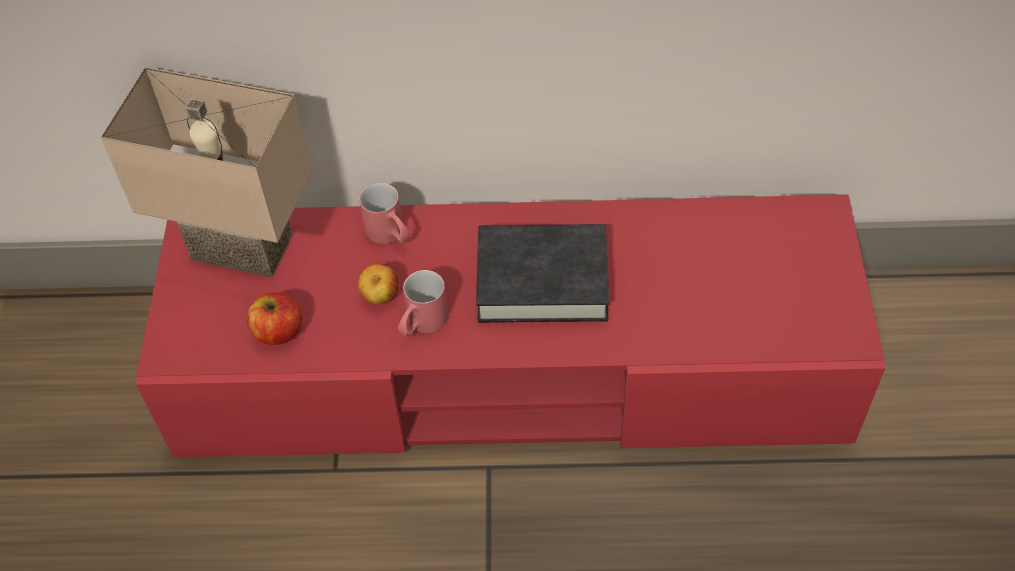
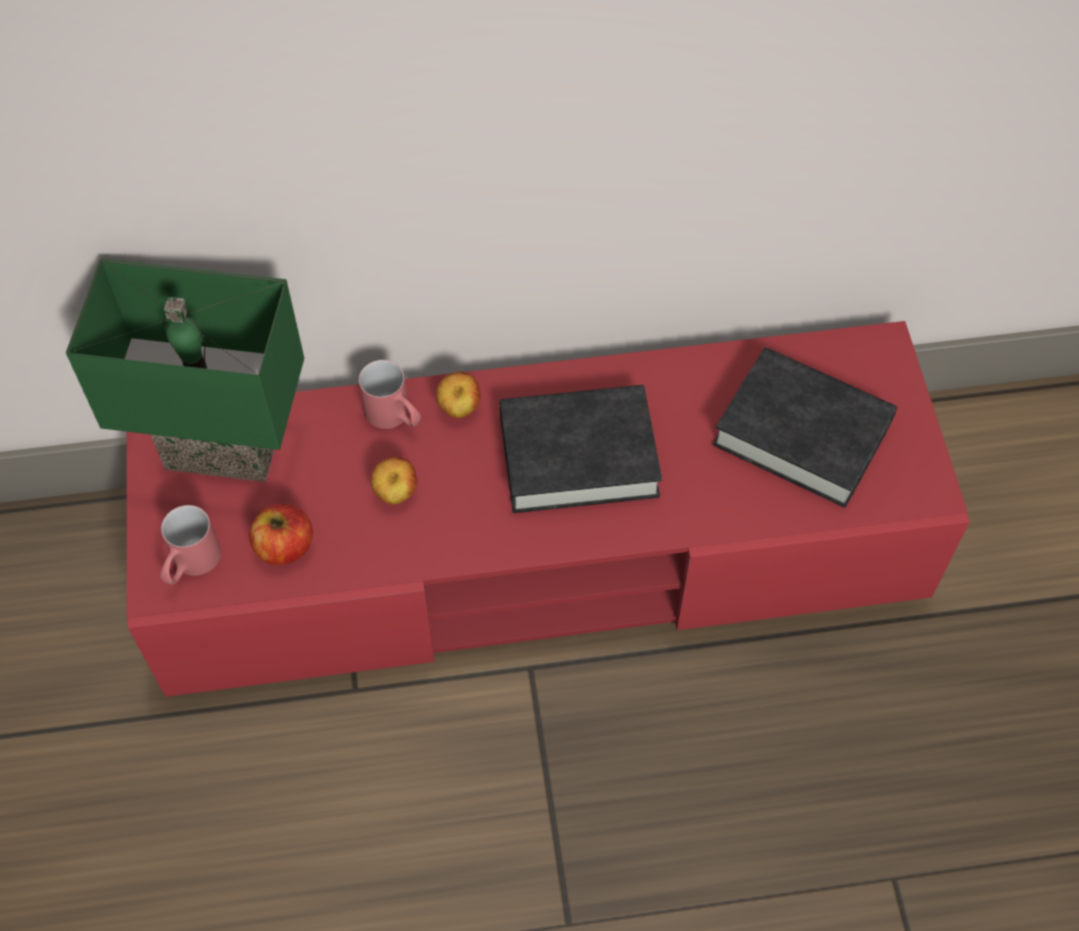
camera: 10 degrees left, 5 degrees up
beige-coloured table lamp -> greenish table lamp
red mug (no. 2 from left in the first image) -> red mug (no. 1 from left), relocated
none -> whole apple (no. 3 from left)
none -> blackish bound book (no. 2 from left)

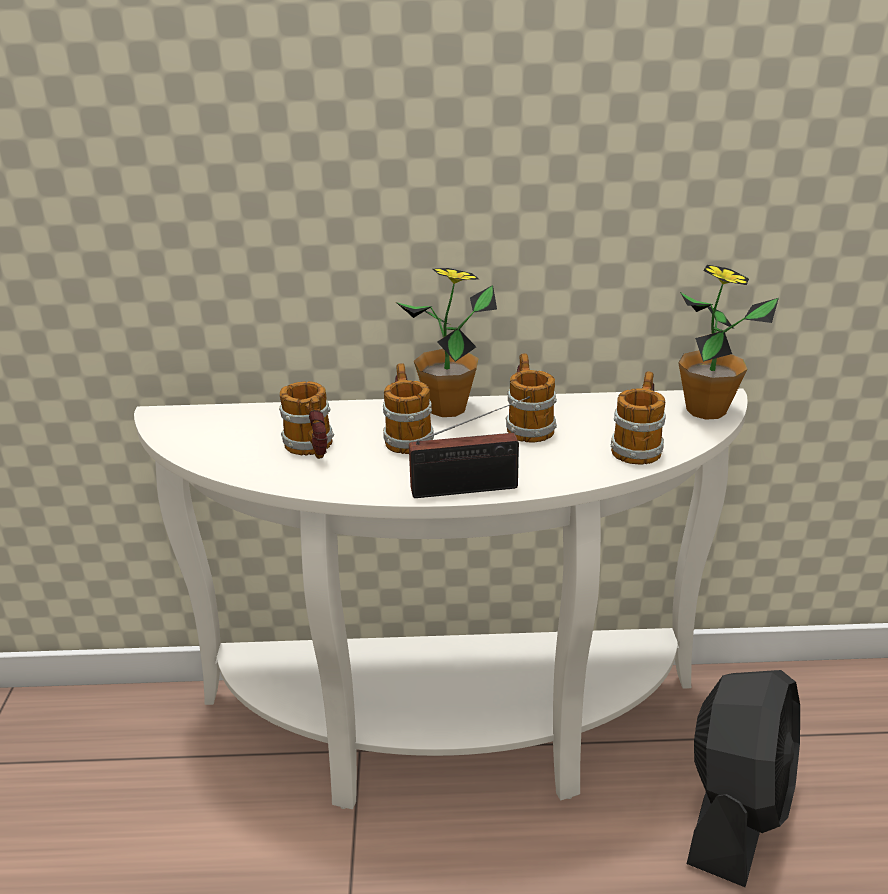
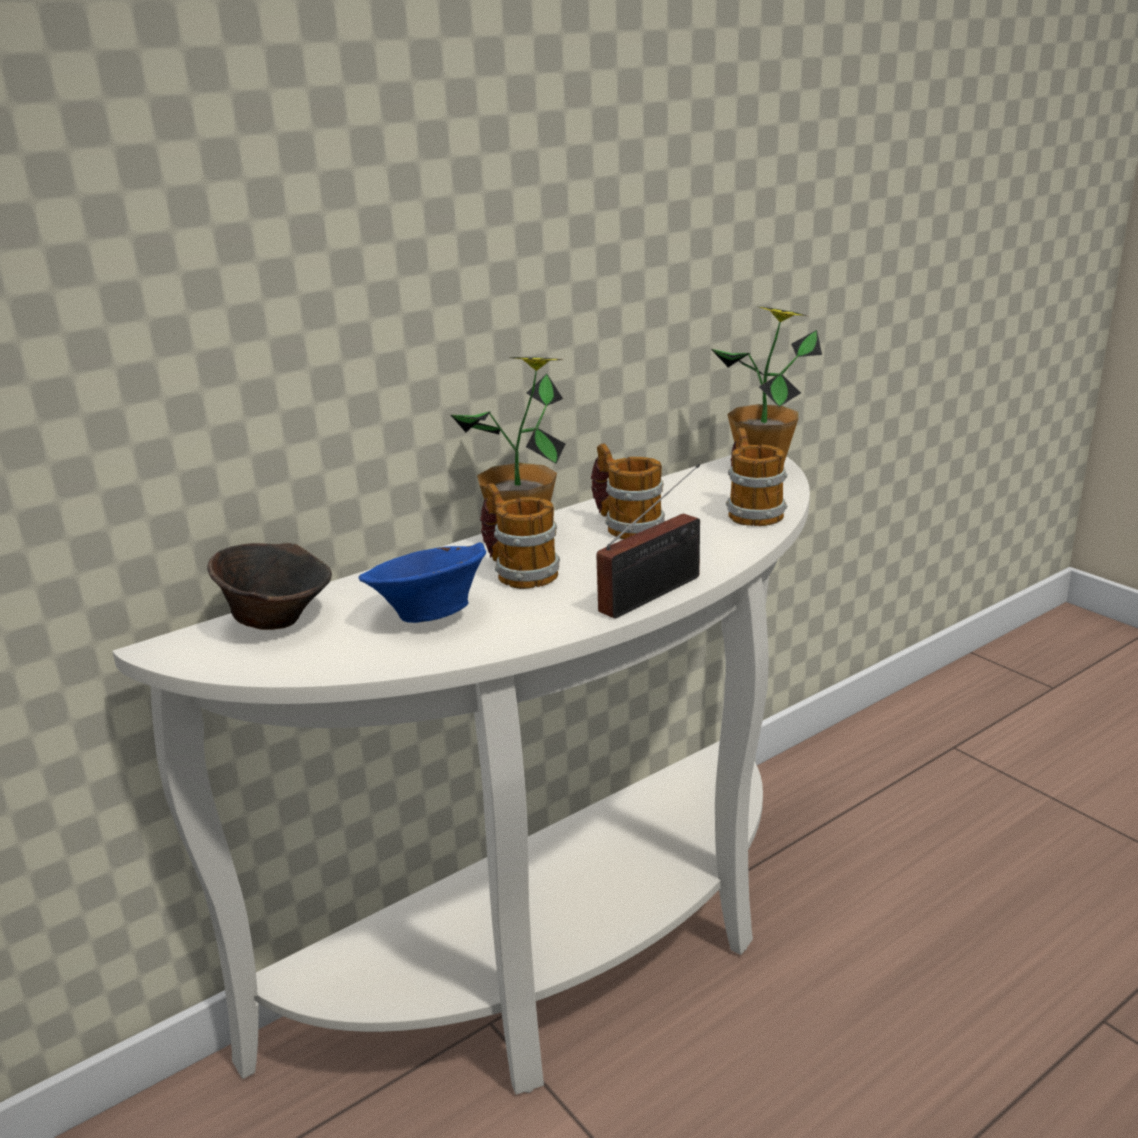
camera: 35 degrees left, 5 degrees down
mug (no. 1 from left) -> blue bowl
blackish fan -> none
none -> brownish bowl

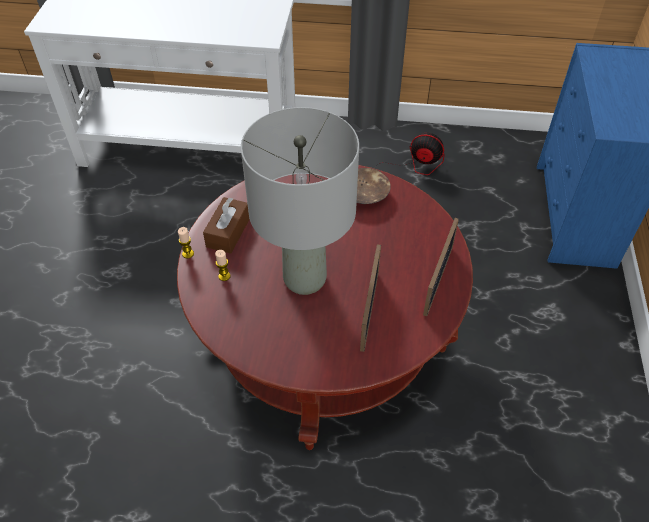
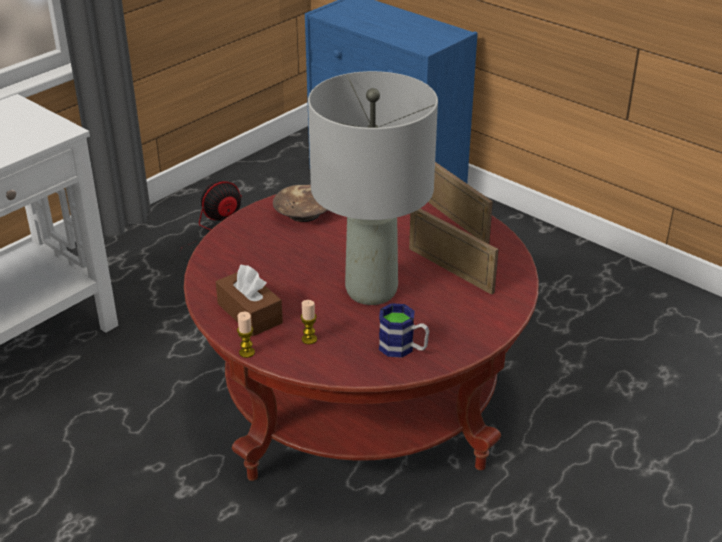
camera: 55 degrees left, 15 degrees down
none -> mug

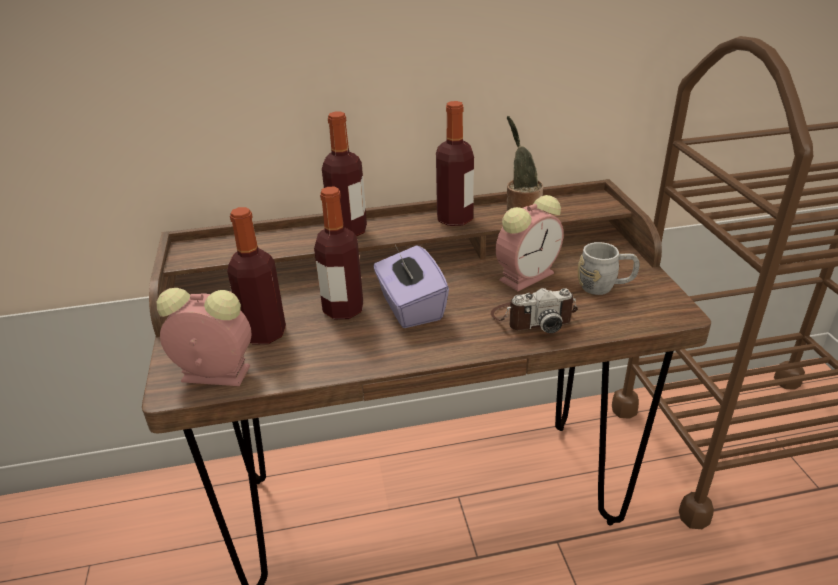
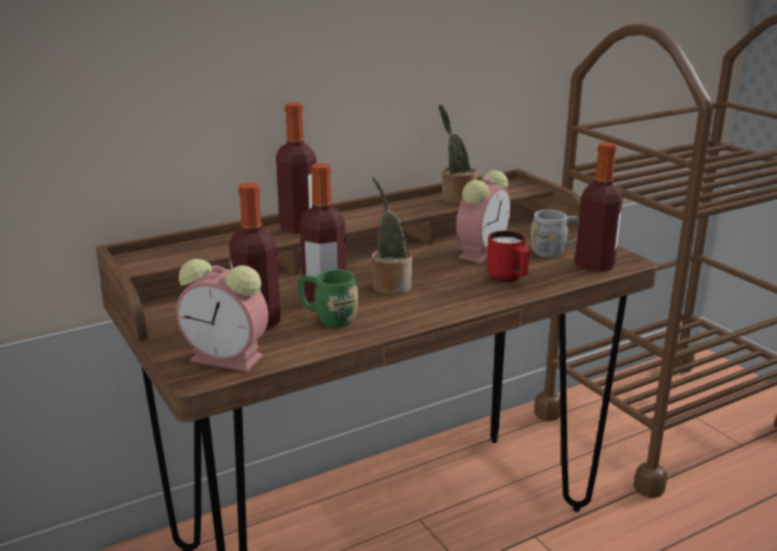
camera: 20 degrees left, 10 degrees down
table clock (no. 1 from left), 150 degrees counterclockwise
purple-coloured tissue box -> potted plant (no. 1 from left)
beverage bottle (no. 4 from left), relocated
photo camera -> red mug
none -> greenish mug

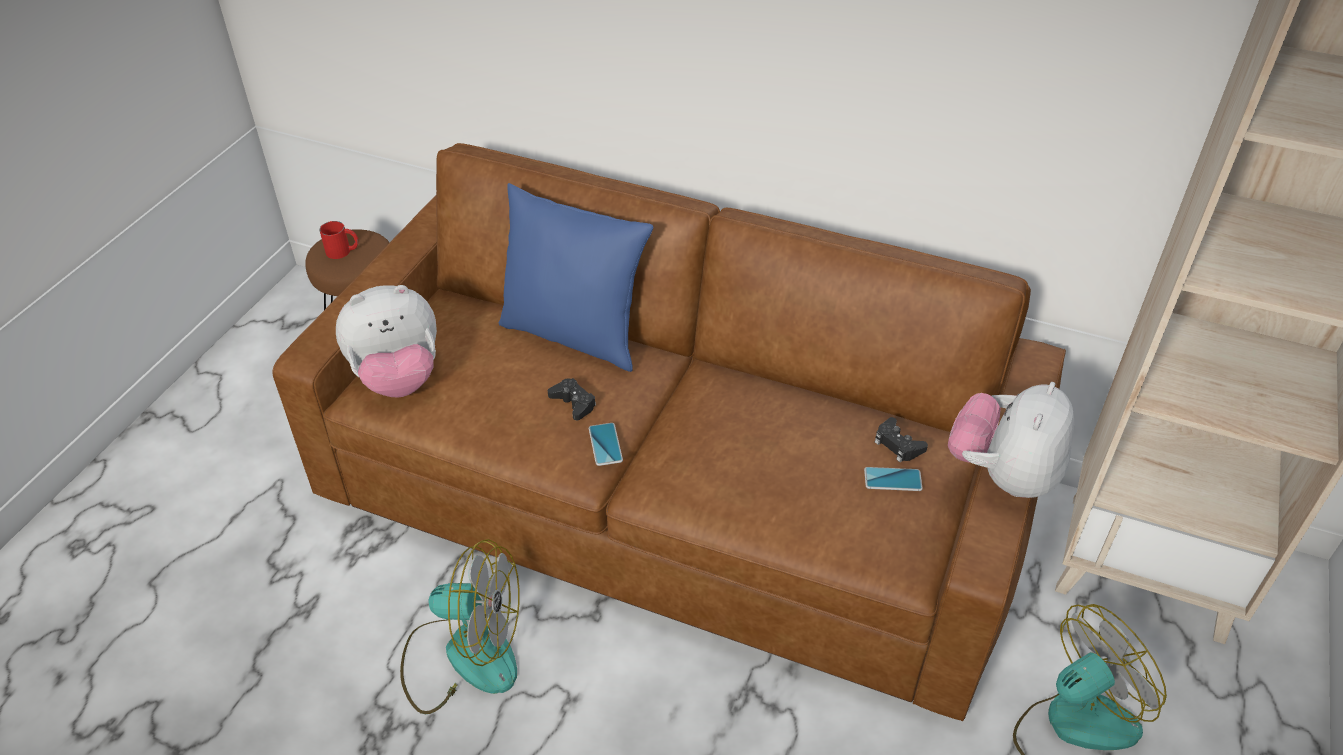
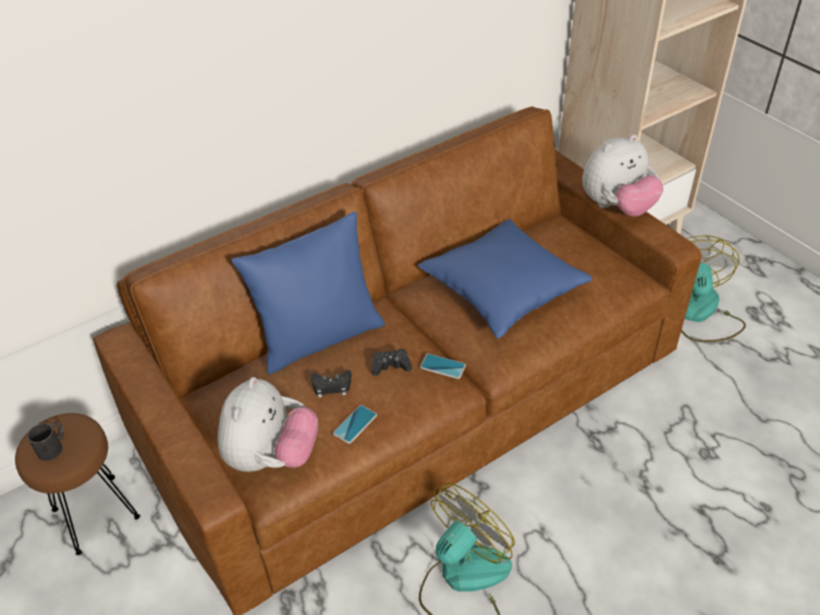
camera: 55 degrees left, 0 degrees up
red mug -> blackish mug
telephone (no. 2 from left in the first image) -> telephone (no. 1 from left), relocated
blackish joypad (no. 2 from left in the first image) -> blackish joypad (no. 1 from left), relocated
soft toy (no. 2 from left), 90 degrees counterclockwise
none -> blue pillow (no. 2 from left)

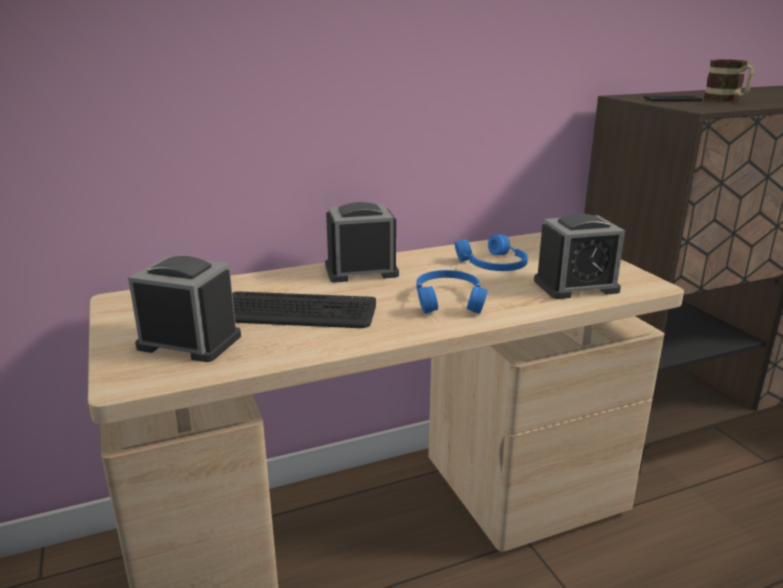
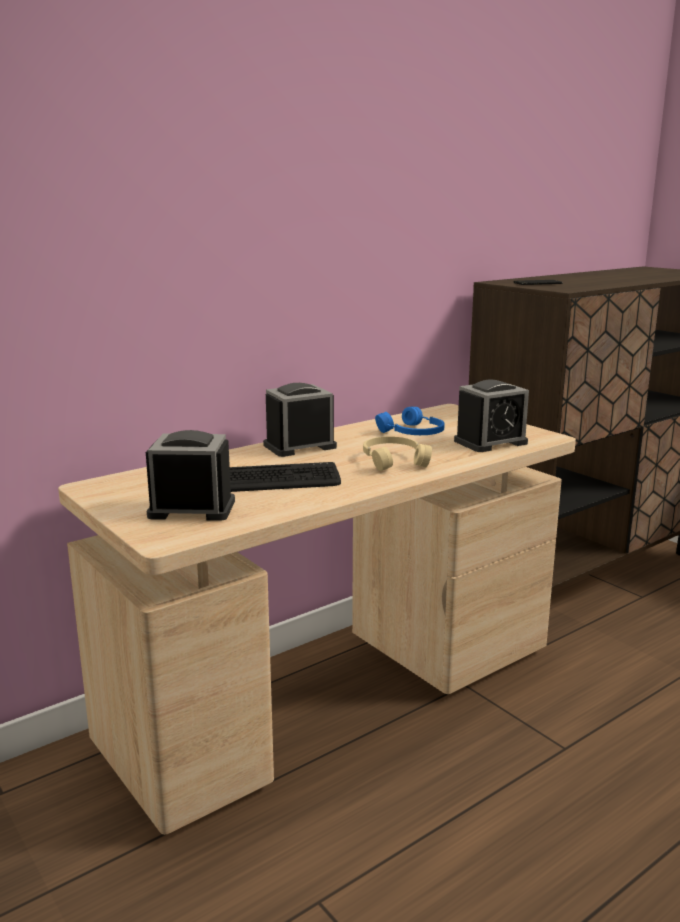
camera: 15 degrees left, 5 degrees down
blue pair of headphones (no. 1 from left) -> beige-coloured pair of headphones
mug -> none

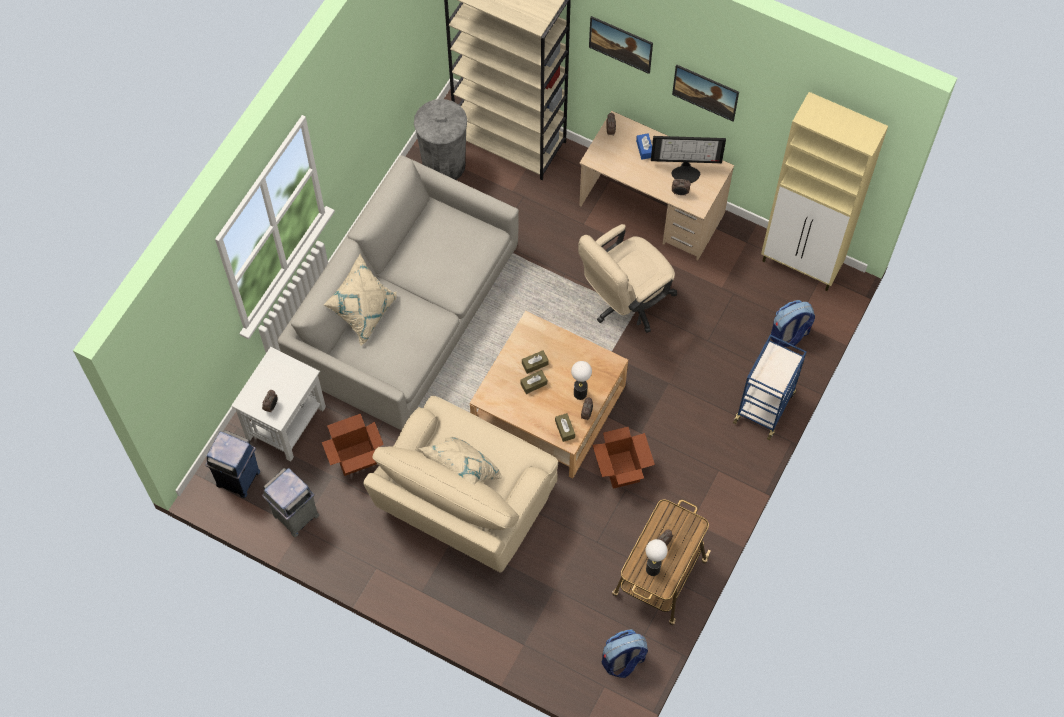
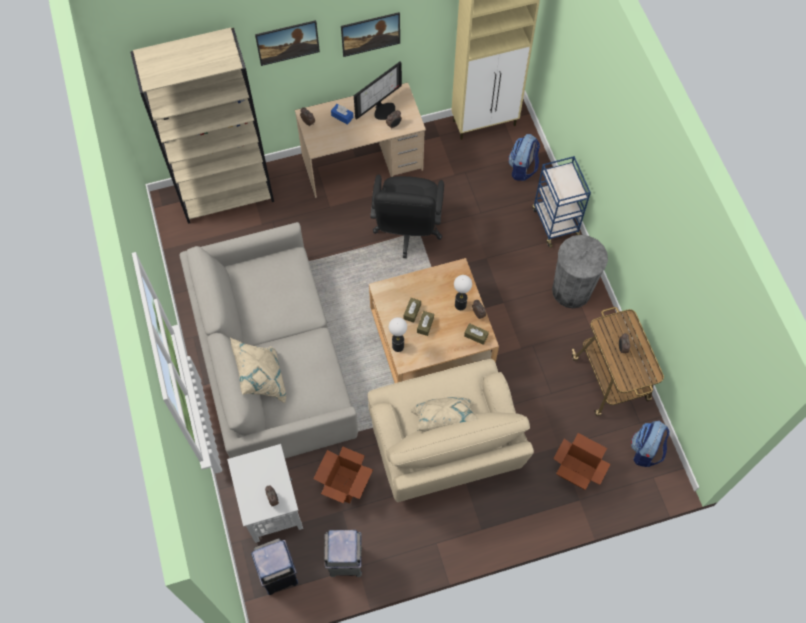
camera: 45 degrees left, 0 degrees up
grey waste bin (no. 2 from left), relocated
beige-coloured office chair -> blackish office chair
carton (no. 2 from left), relocated
table lamp (no. 2 from left in the first image) -> table lamp (no. 1 from left), relocated

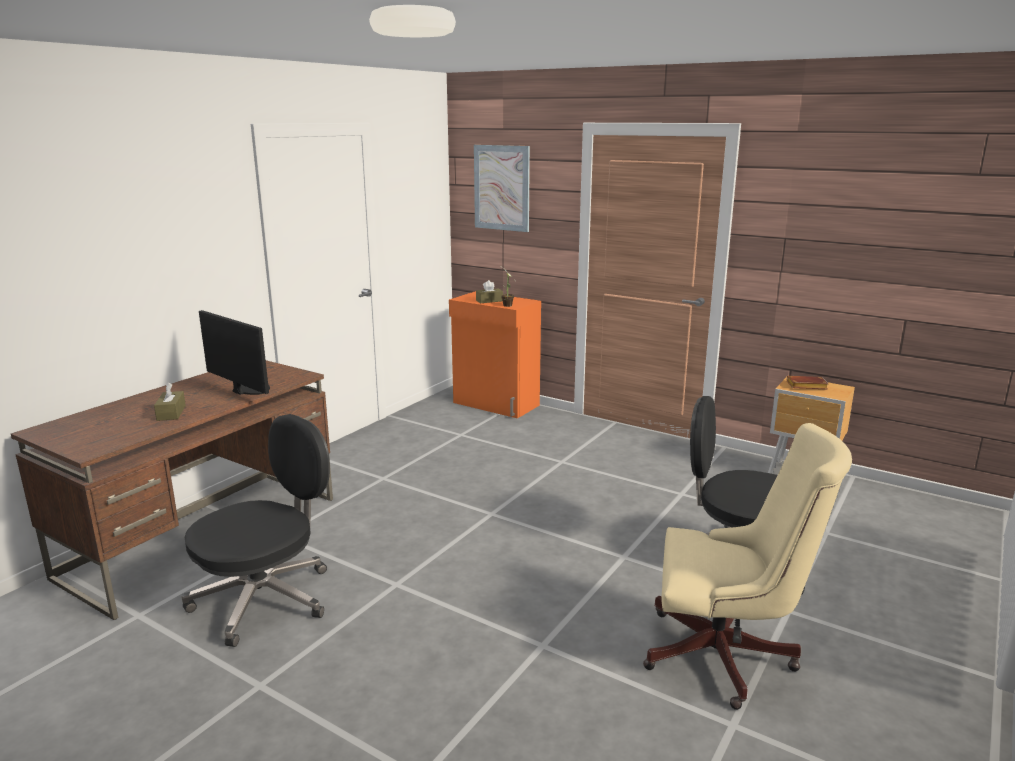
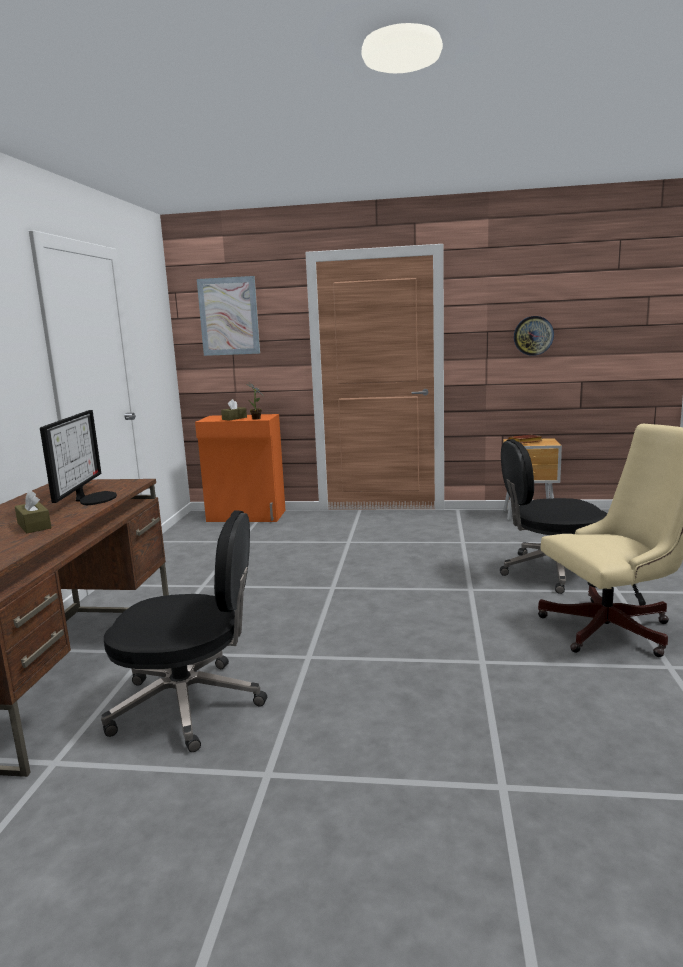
camera: 25 degrees left, 5 degrees down
blackish office chair (no. 1 from left), 75 degrees clockwise
monitor, 75 degrees clockwise
none -> wall clock

